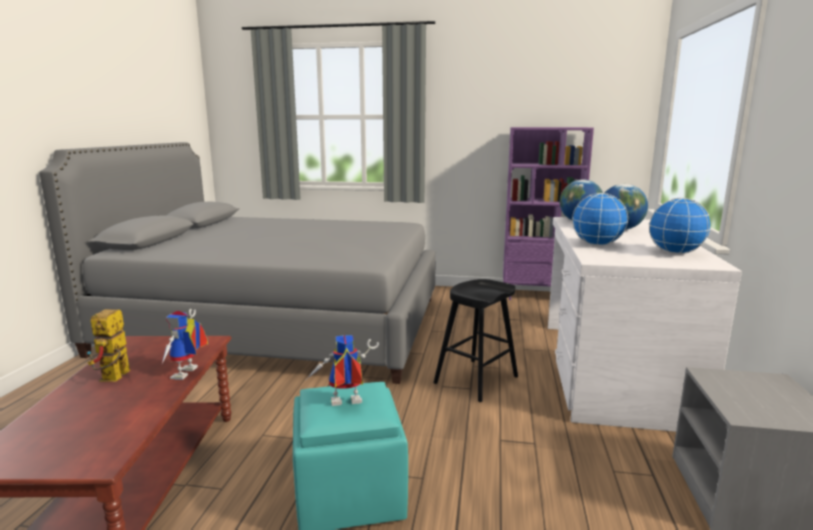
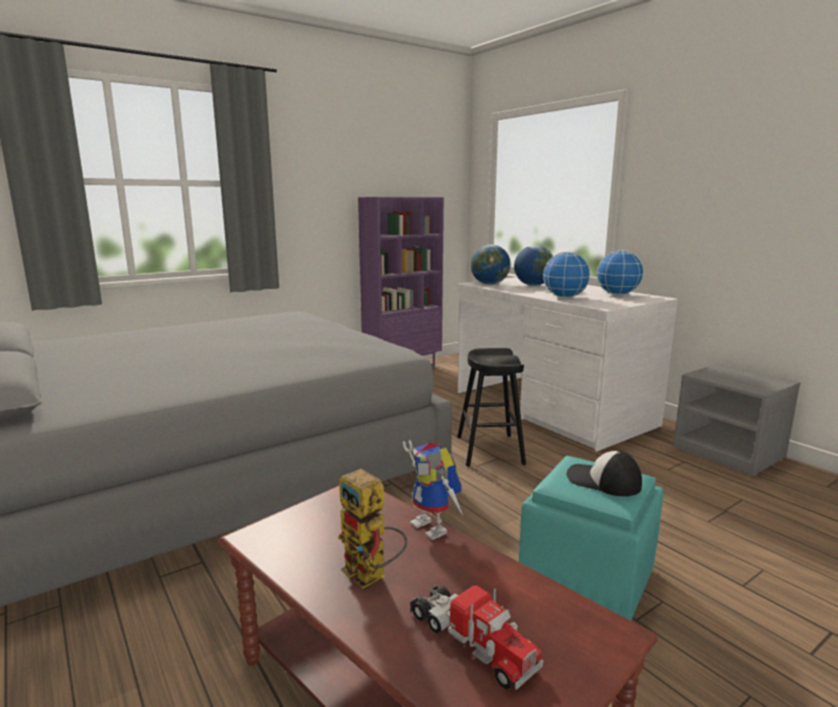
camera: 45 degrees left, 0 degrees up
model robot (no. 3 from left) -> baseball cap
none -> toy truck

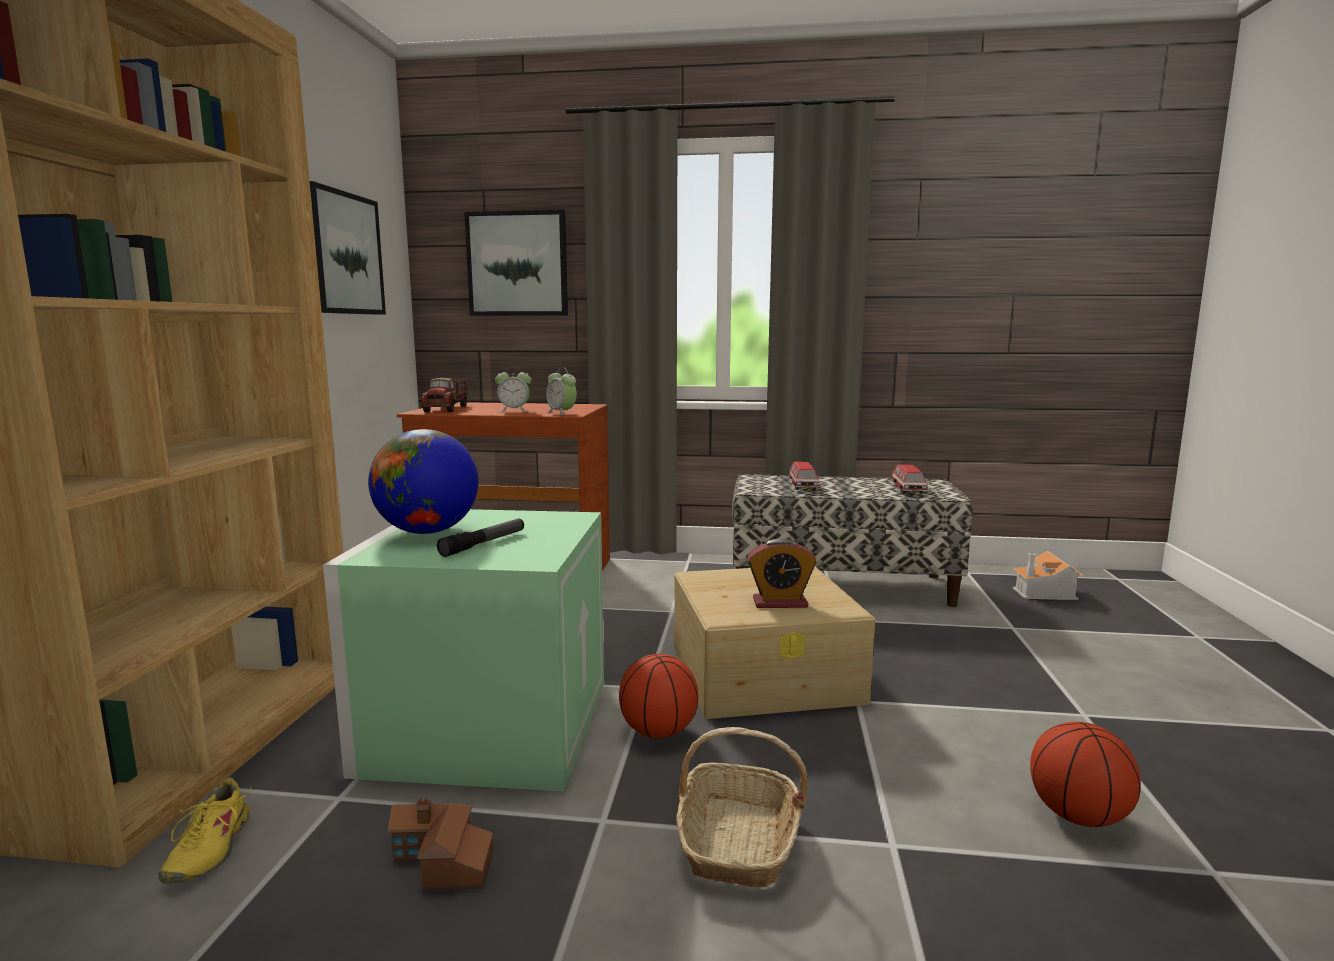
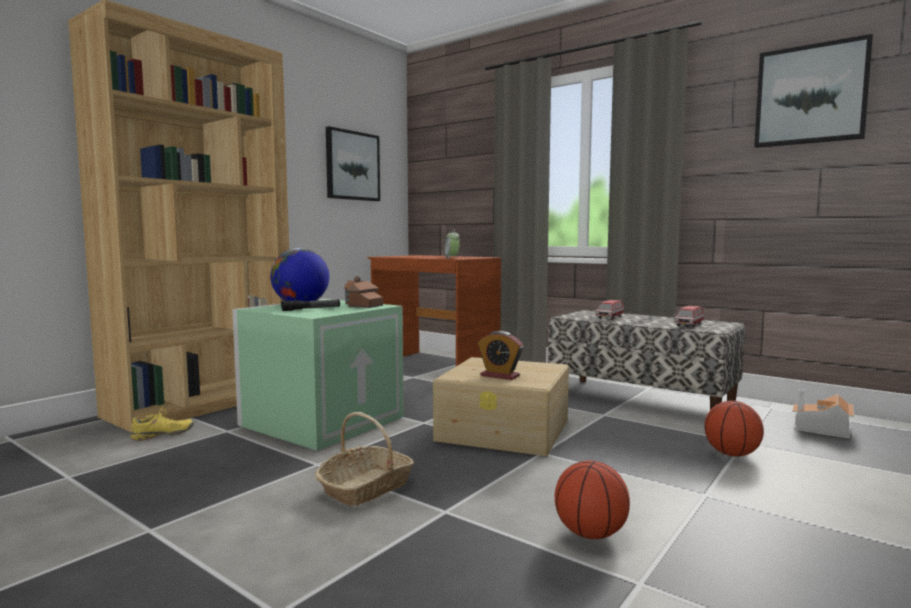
camera: 30 degrees right, 5 degrees down
yellow-coloured low shoe, 150 degrees counterclockwise
toy house (no. 1 from left), relocated
toy truck -> none
picture (no. 2 from left), relocated
table clock (no. 1 from left) -> none
basketball ball (no. 1 from left in the first image) -> basketball ball (no. 2 from left), relocated

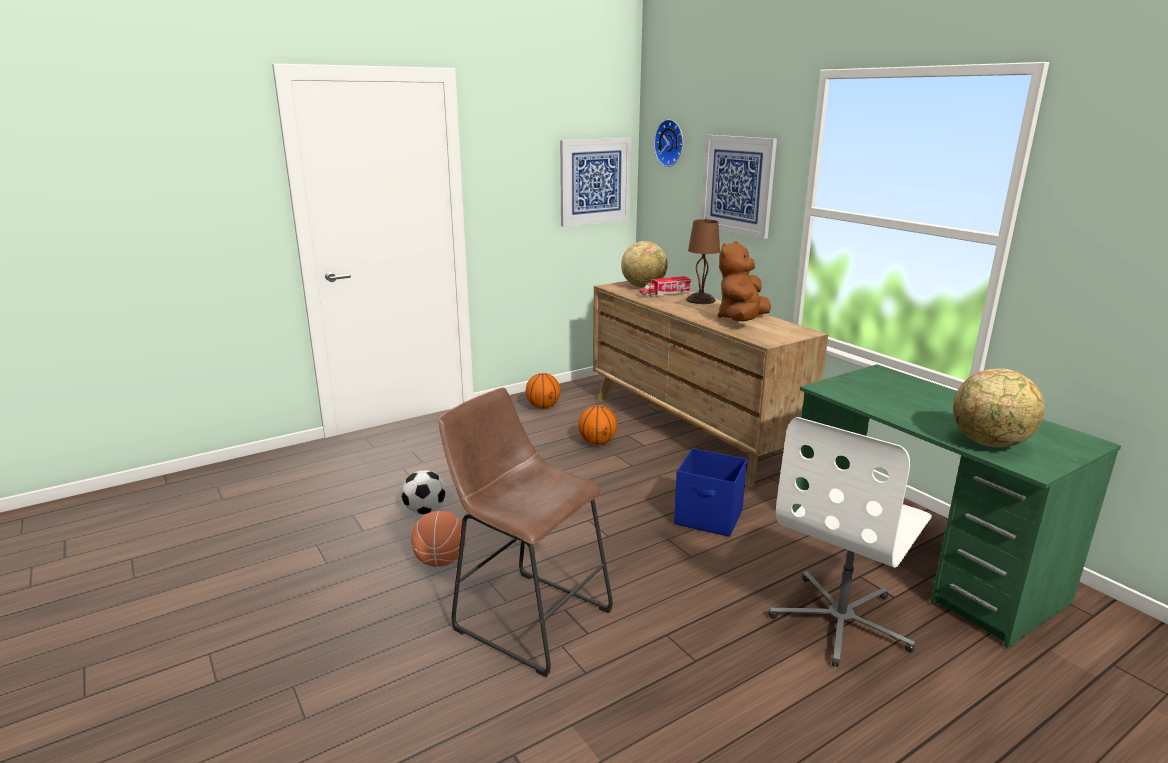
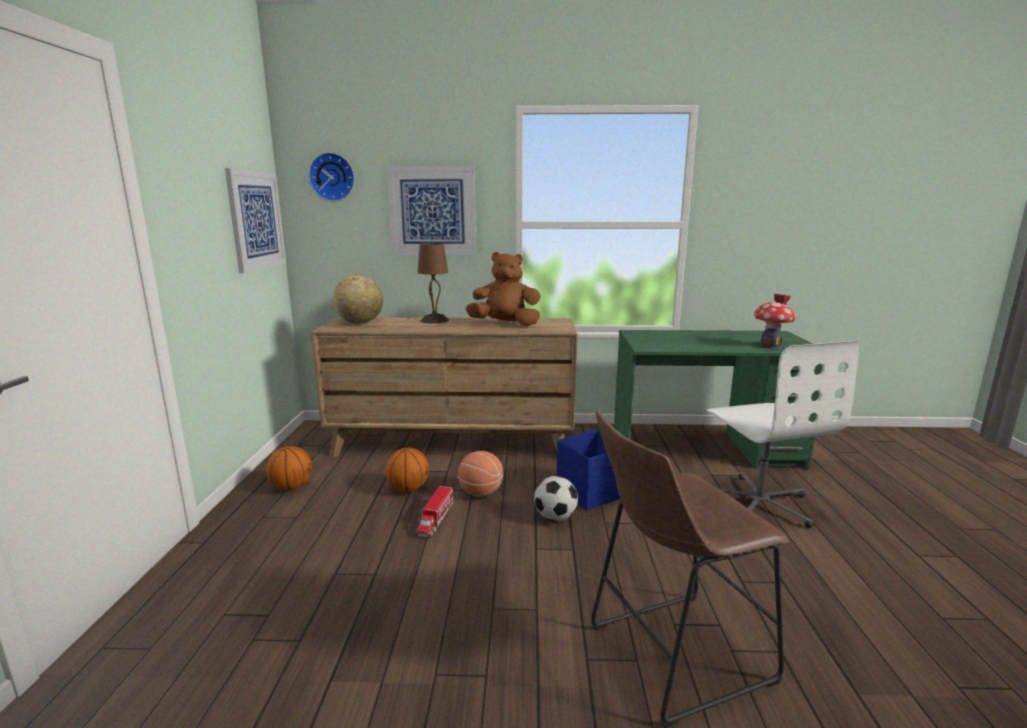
camera: 55 degrees left, 5 degrees down
ball for football, relocated
basketball ball (no. 1 from left in the first image) -> basketball ball (no. 3 from left), relocated
toy truck, relocated
brownish soft toy, 120 degrees clockwise
desk globe (no. 2 from left) -> toy house

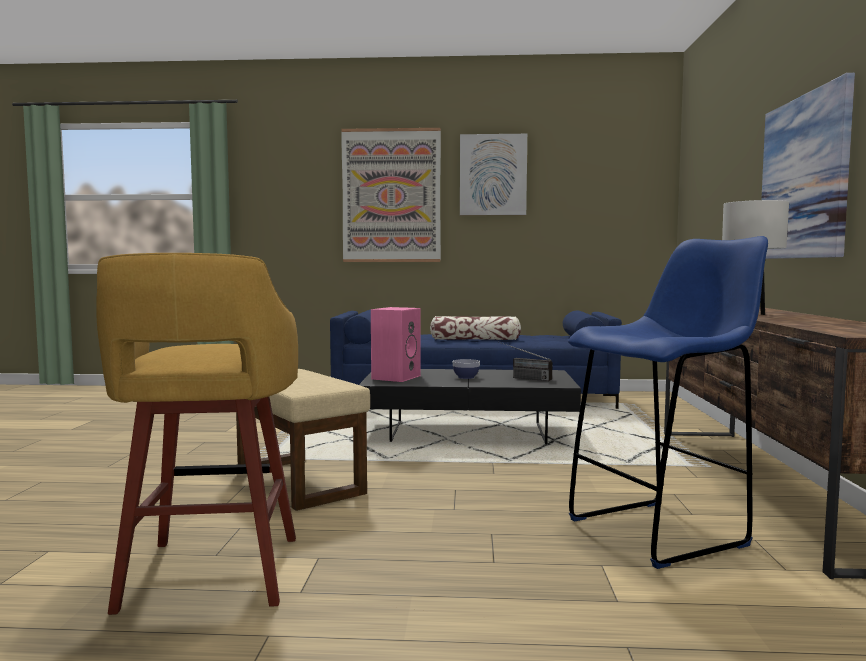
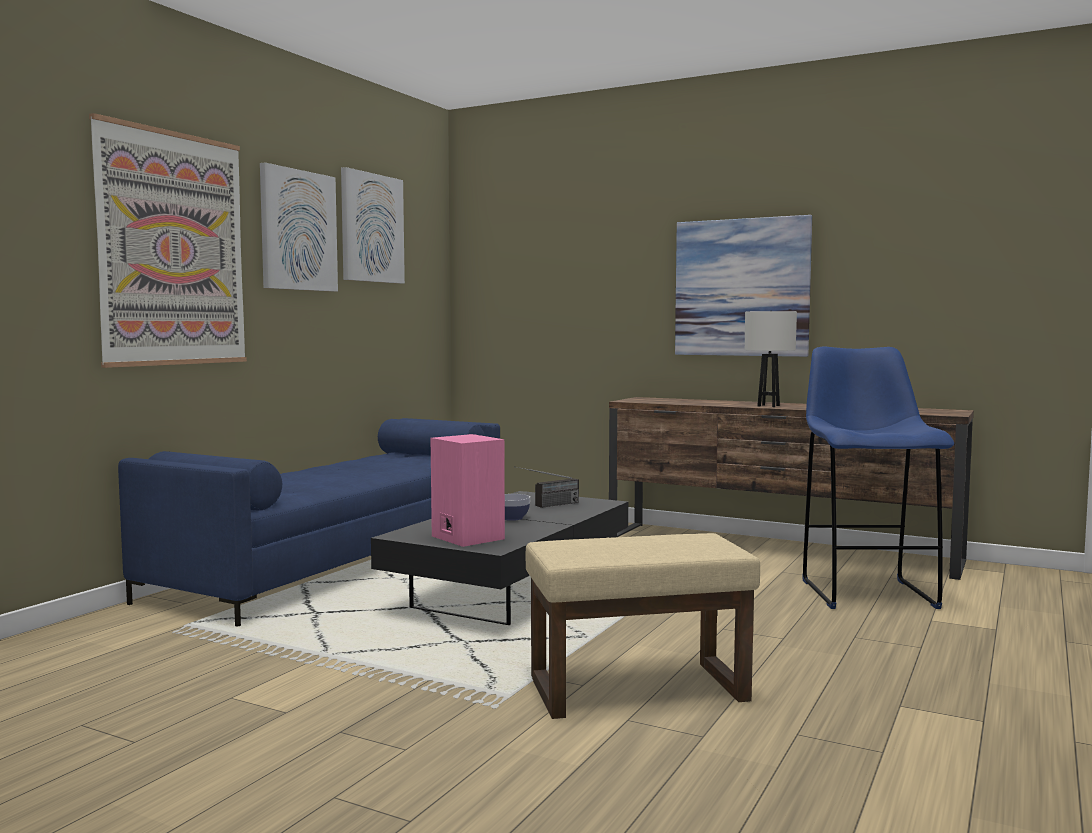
camera: 65 degrees left, 0 degrees up
yellow-coloured stool seat -> none
pillow -> none
none -> picture (no. 3 from left)

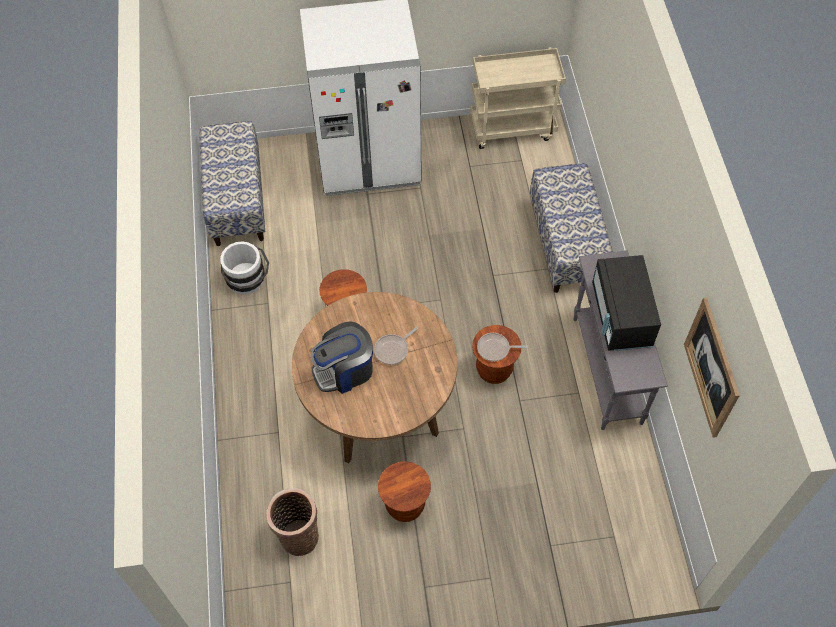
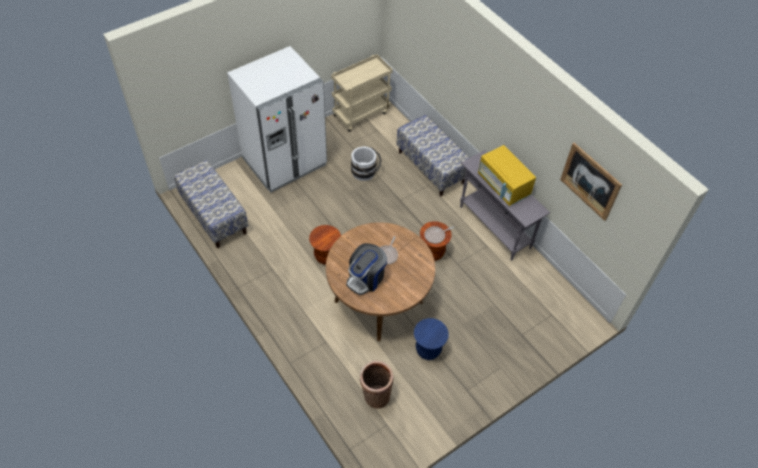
camera: 30 degrees left, 5 degrees down
white water bucket, relocated
brownish stool seat (no. 2 from left) -> blue stool seat
blackish microwave -> yellow-coloured microwave

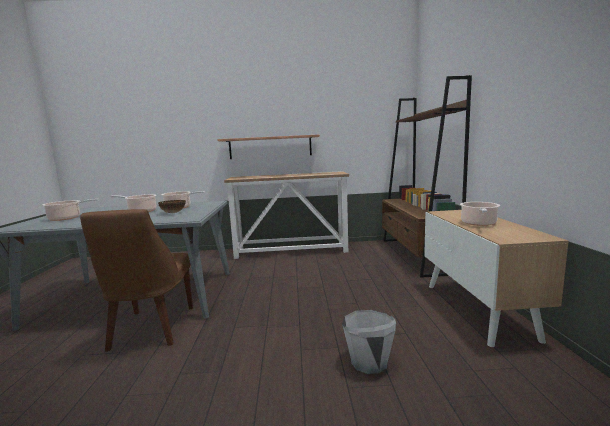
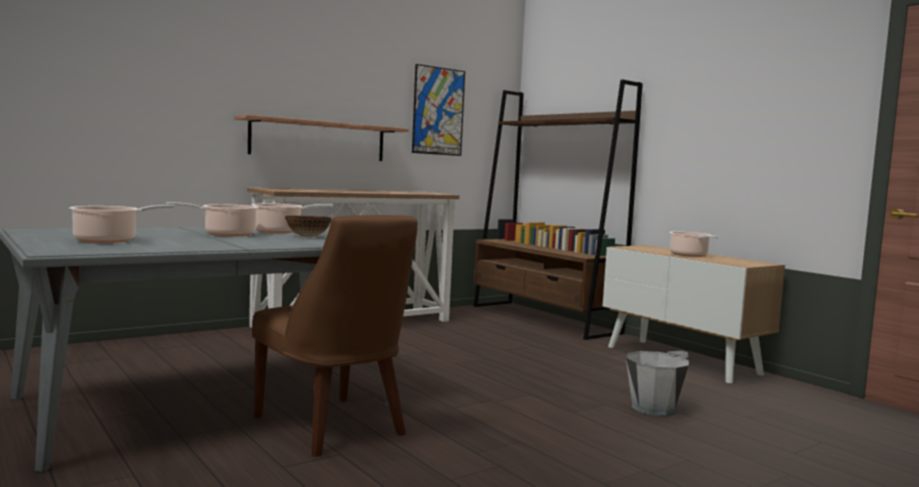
camera: 35 degrees left, 5 degrees down
none -> picture

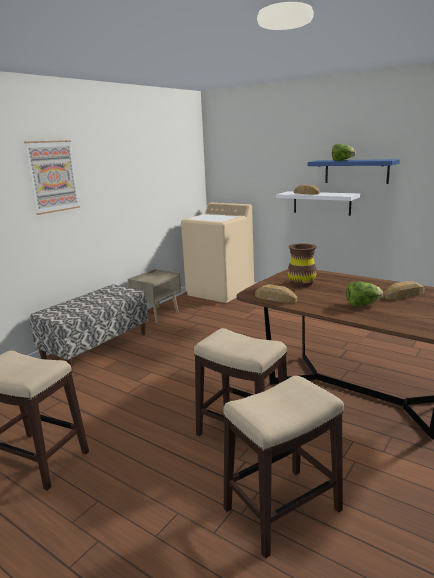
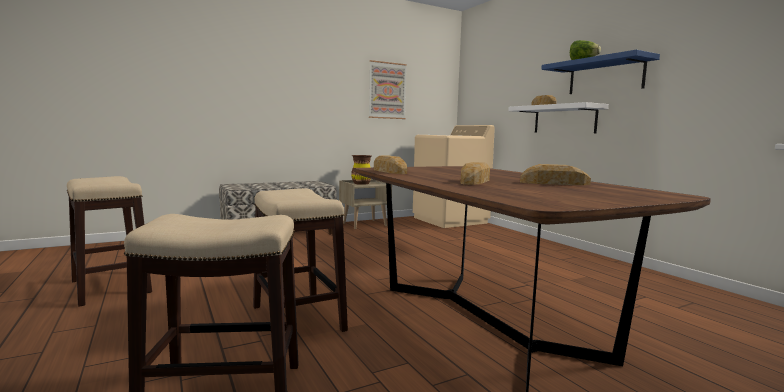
camera: 25 degrees right, 10 degrees down
picture, relocated
brownish flower vase, relocated
head of lettuce (no. 2 from left) -> bakery bread (no. 2 from left)

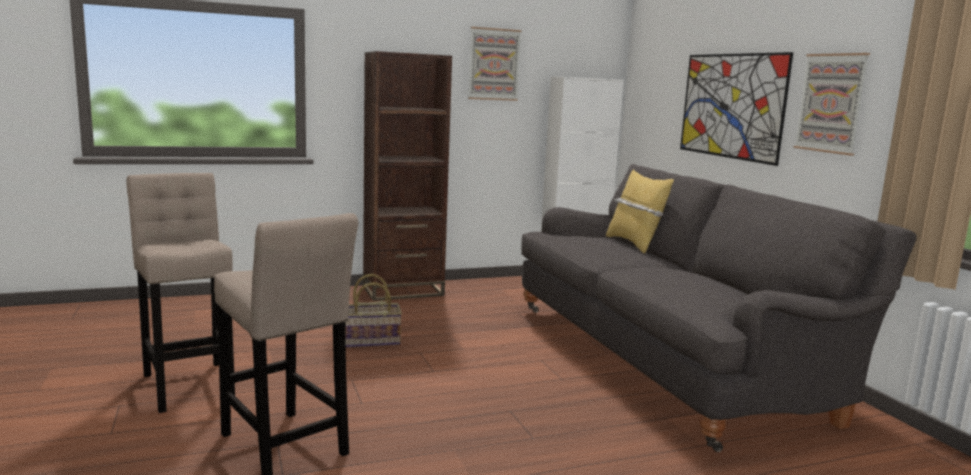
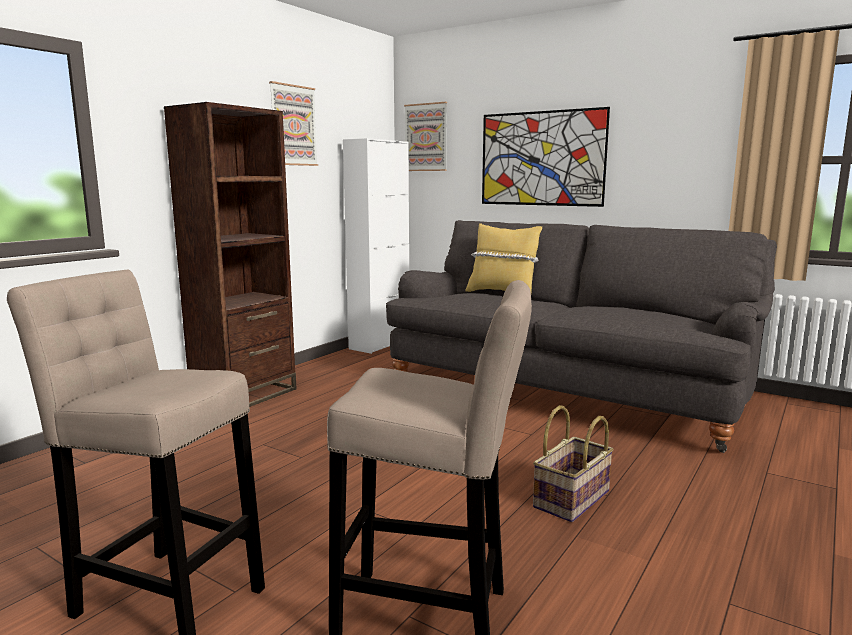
camera: 35 degrees left, 0 degrees up
basket, relocated
picture (no. 3 from left in the first image) -> picture (no. 2 from left), relocated

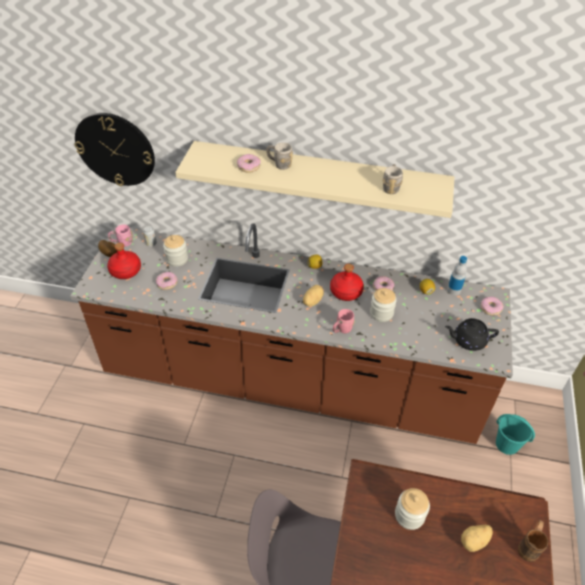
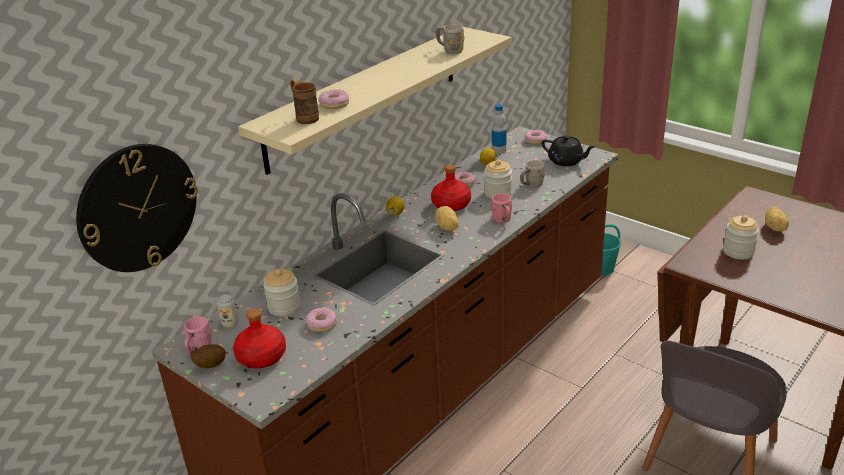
camera: 60 degrees left, 15 degrees down
grey mug (no. 1 from left in the first image) -> grey mug (no. 2 from left), relocated
blackish tea pot, 90 degrees counterclockwise
brownish mug, relocated

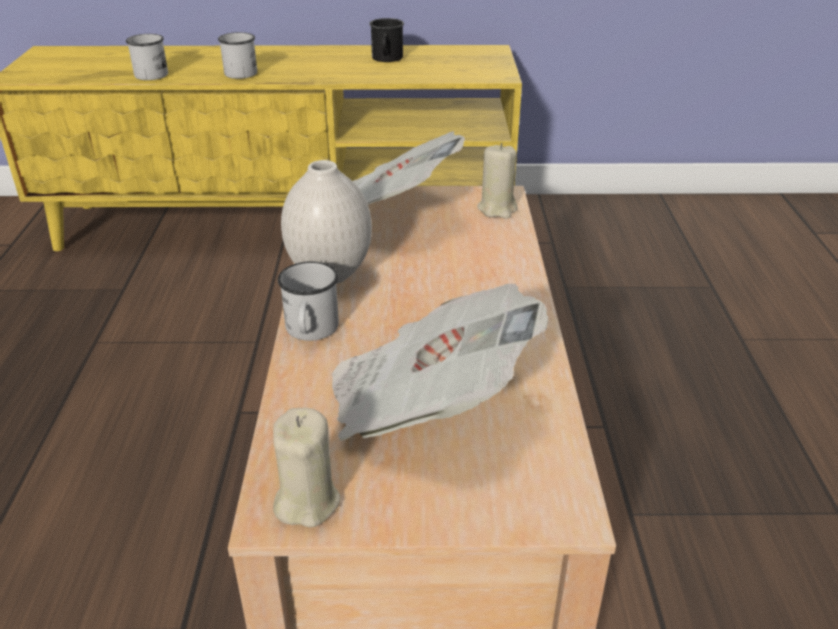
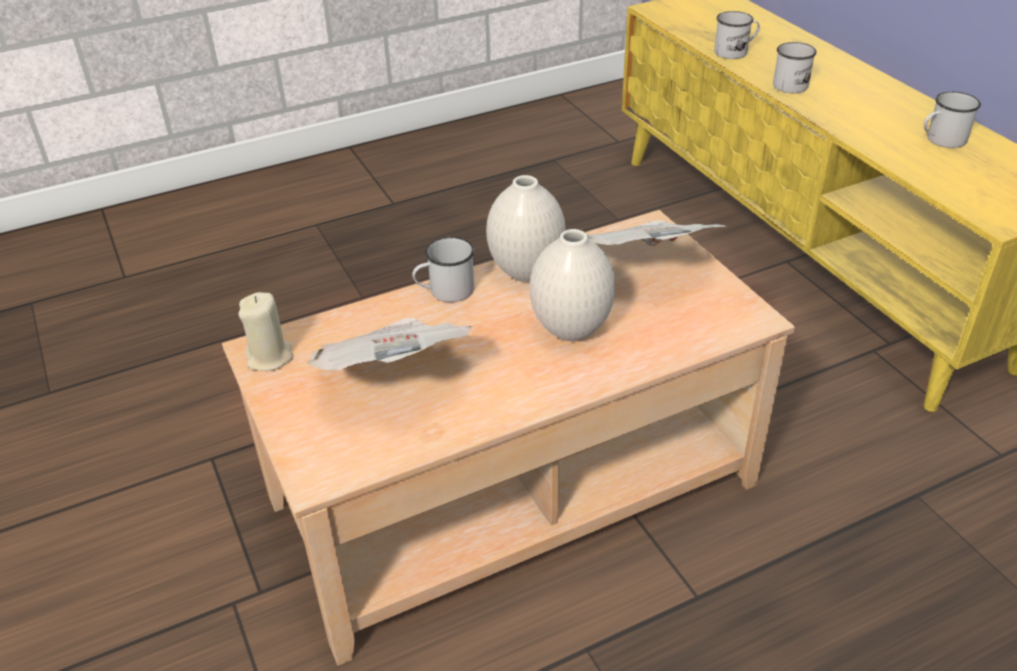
camera: 65 degrees right, 5 degrees up
blackish mug -> white mug (no. 4 from left)
beige-coloured wax candle (no. 2 from left) -> none
none -> white flower vase (no. 2 from left)

